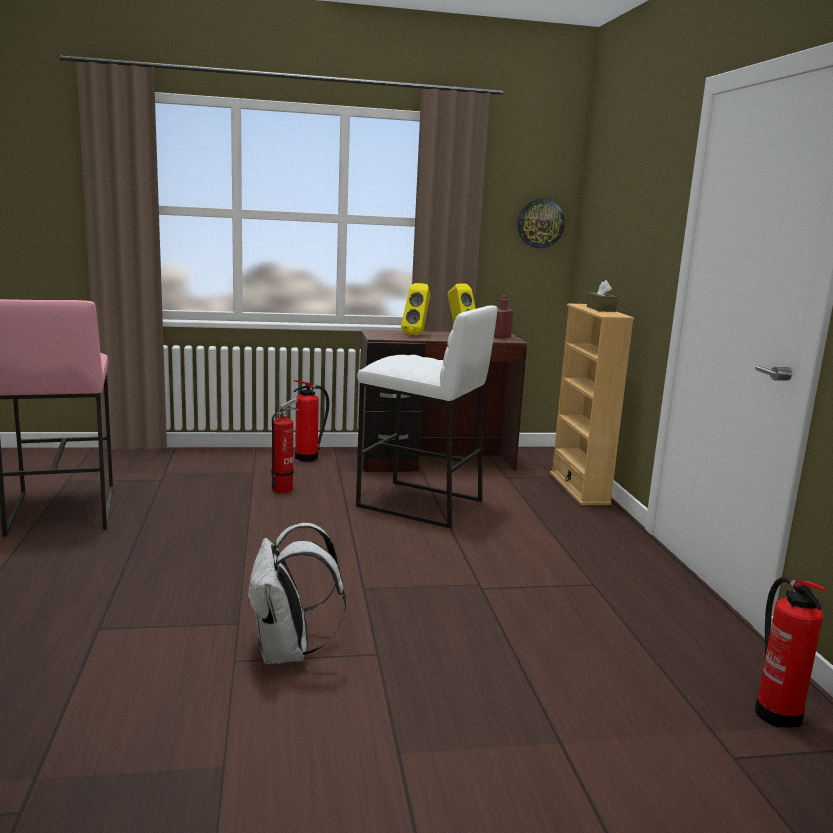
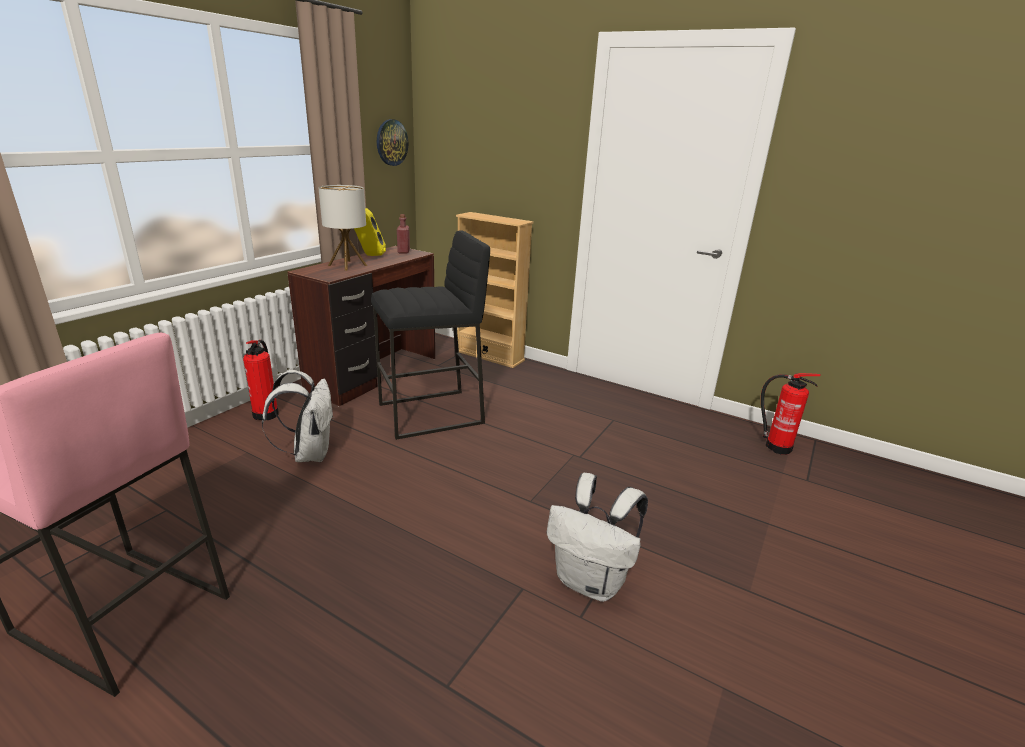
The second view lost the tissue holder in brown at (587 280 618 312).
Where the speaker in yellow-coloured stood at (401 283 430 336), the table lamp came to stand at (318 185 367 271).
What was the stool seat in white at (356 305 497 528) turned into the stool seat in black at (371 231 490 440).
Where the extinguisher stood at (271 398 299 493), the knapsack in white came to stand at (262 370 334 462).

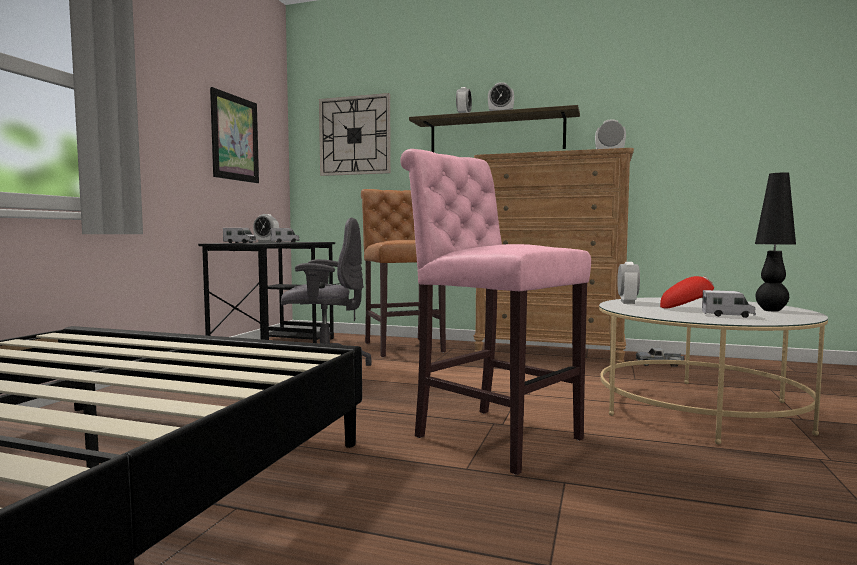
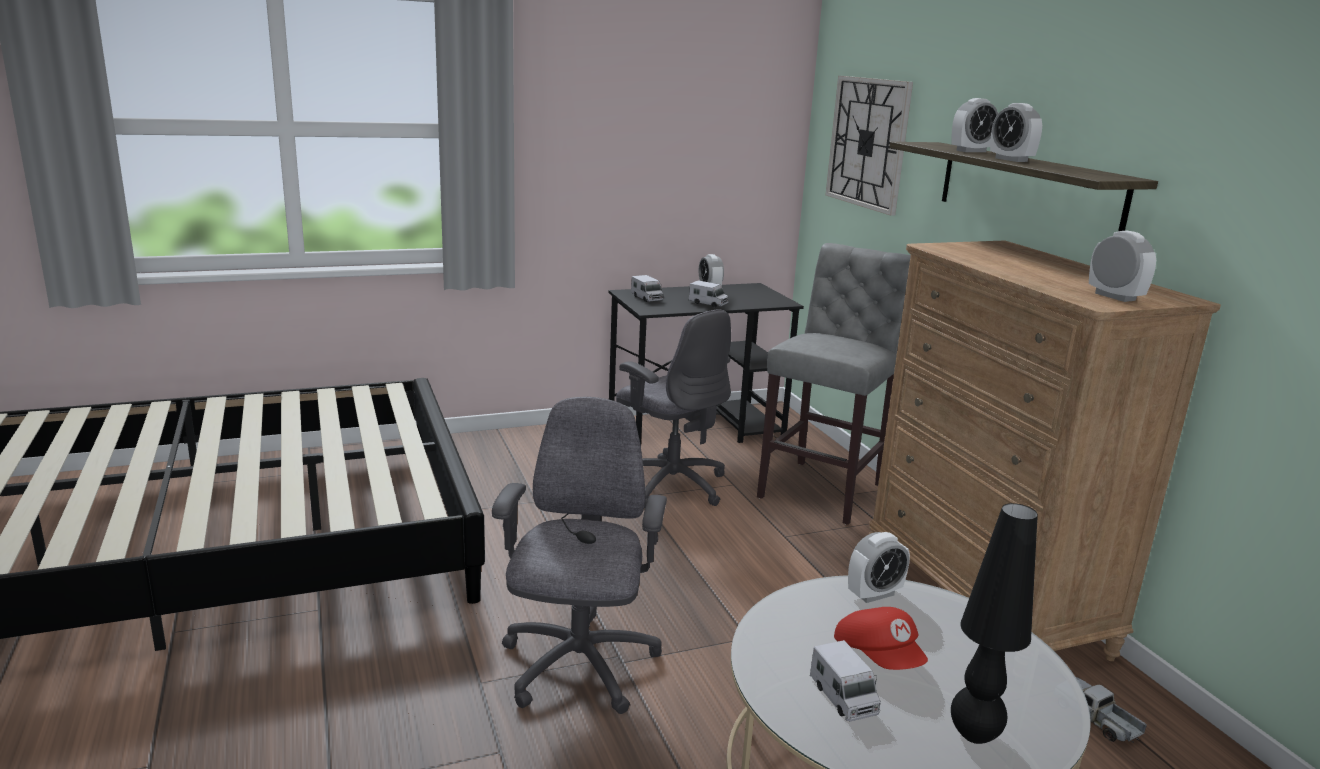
The second view lost the picture at (210 87 259 183).
Where the stool seat in pink-coloured stood at (400 149 591 475), the desk chair in greyish came to stand at (492 397 667 714).
What was the stool seat in brown at (361 189 446 357) turned into the stool seat in greyish at (757 243 911 525).

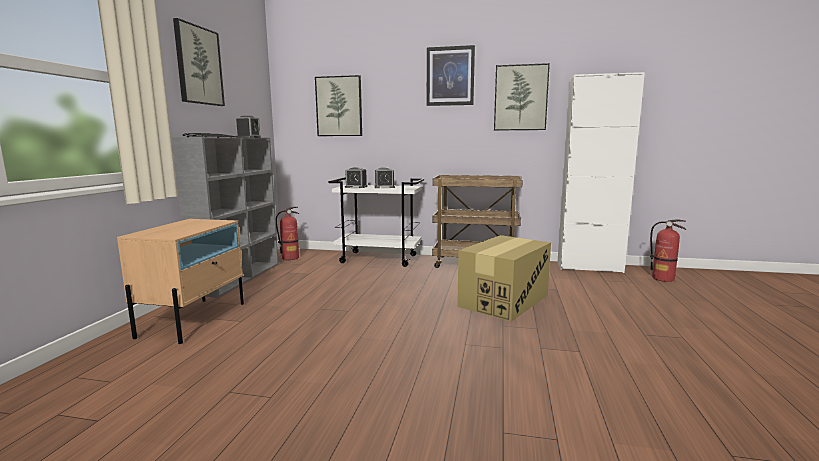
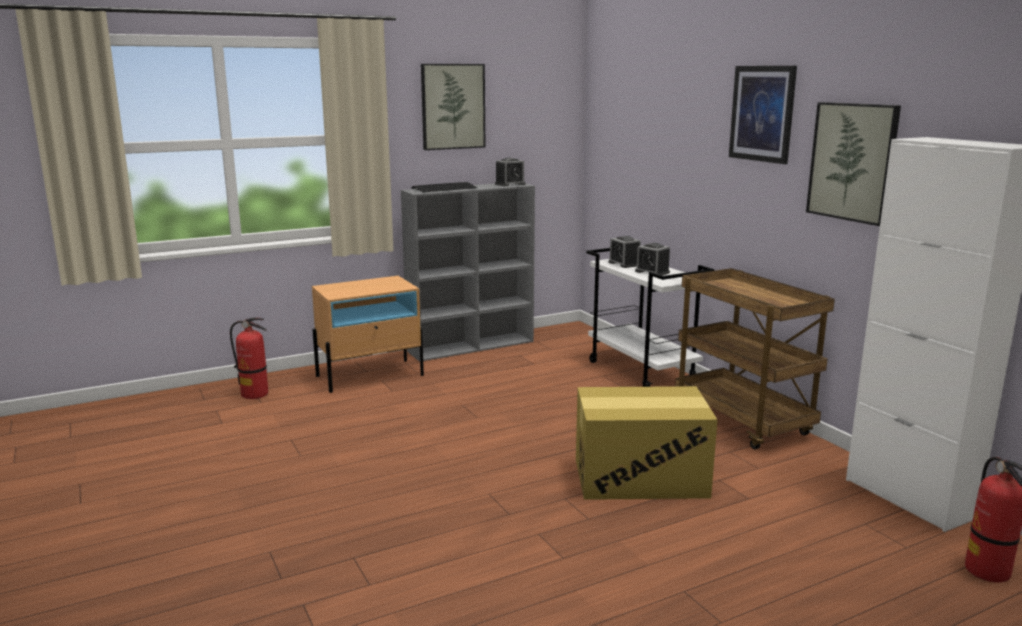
The second view lost the picture at (315 75 362 136).
The extinguisher ended up elsewhere, having gone from (276 207 299 260) to (230 317 268 399).

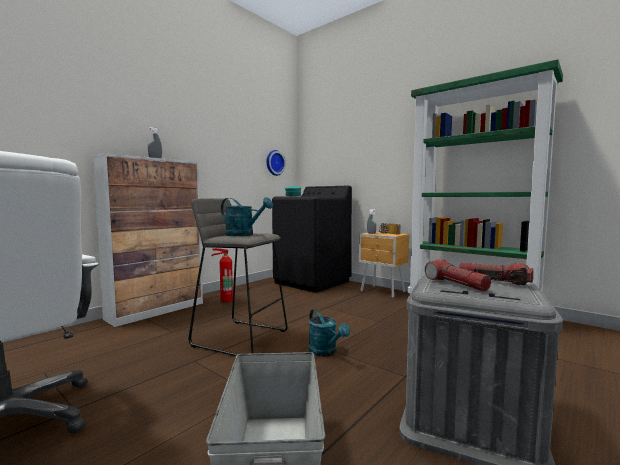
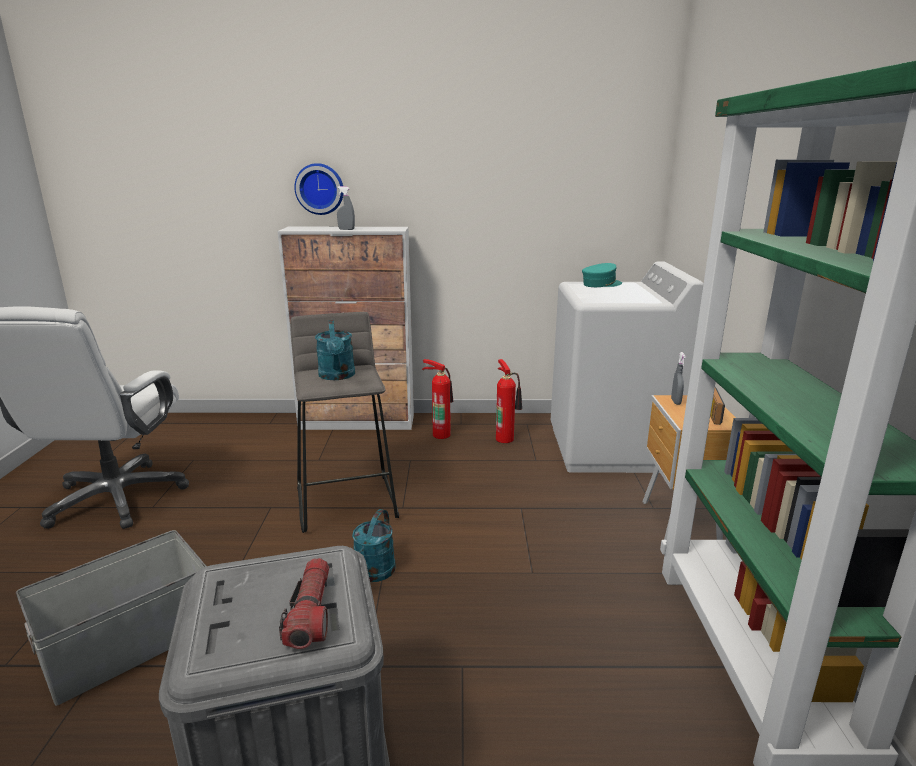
The wall clock ended up elsewhere, having gone from (267 150 286 176) to (294 163 344 215).
What was the washing machine in black at (272 186 352 293) turned into the washing machine in white at (551 261 704 473).
The second view lost the hand torch at (425 260 491 291).
The second view gained the extinguisher at (496 359 522 443).

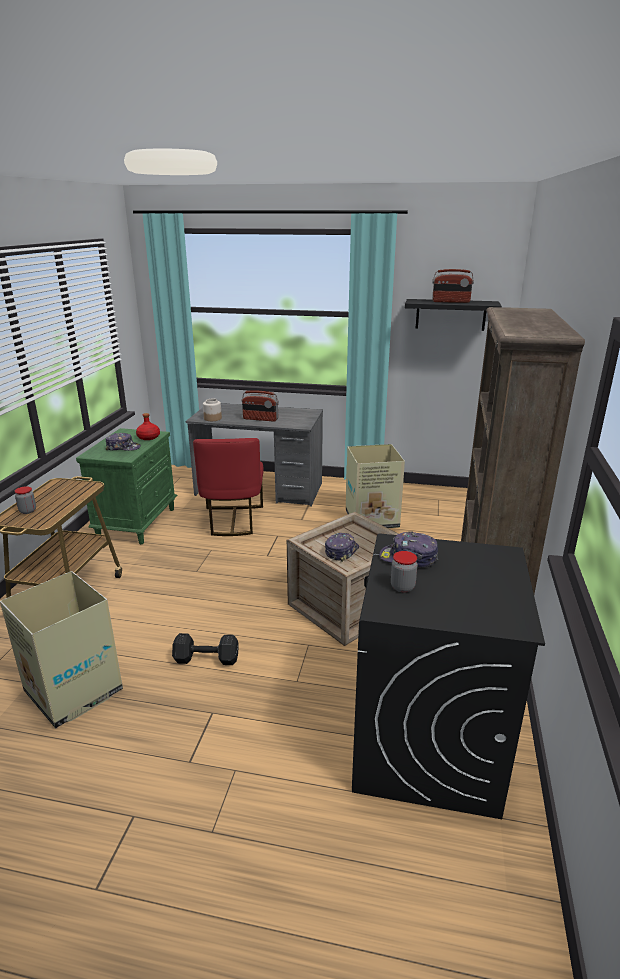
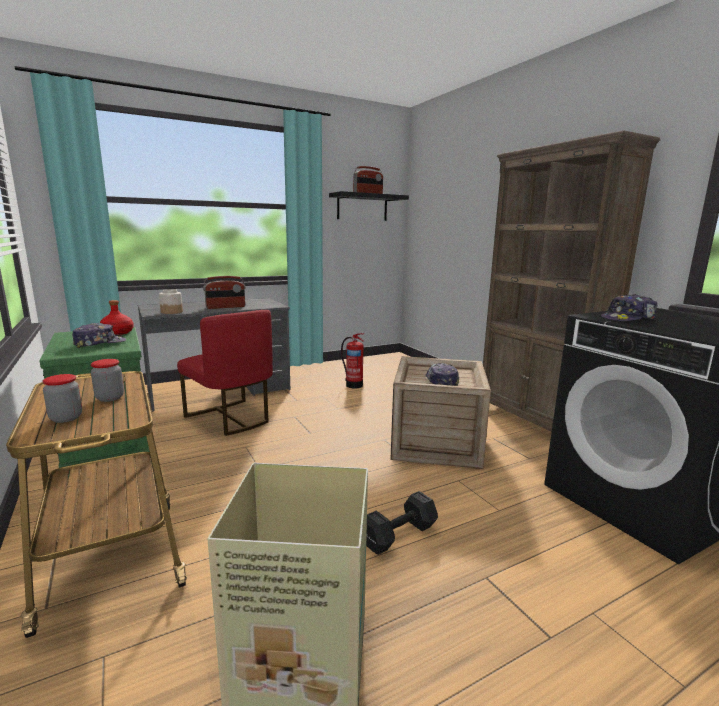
Where the cardboard box stood at (346 444 405 528), the extinguisher came to stand at (341 333 364 389).
The preserve jar ended up elsewhere, having gone from (391 551 417 592) to (91 359 124 402).

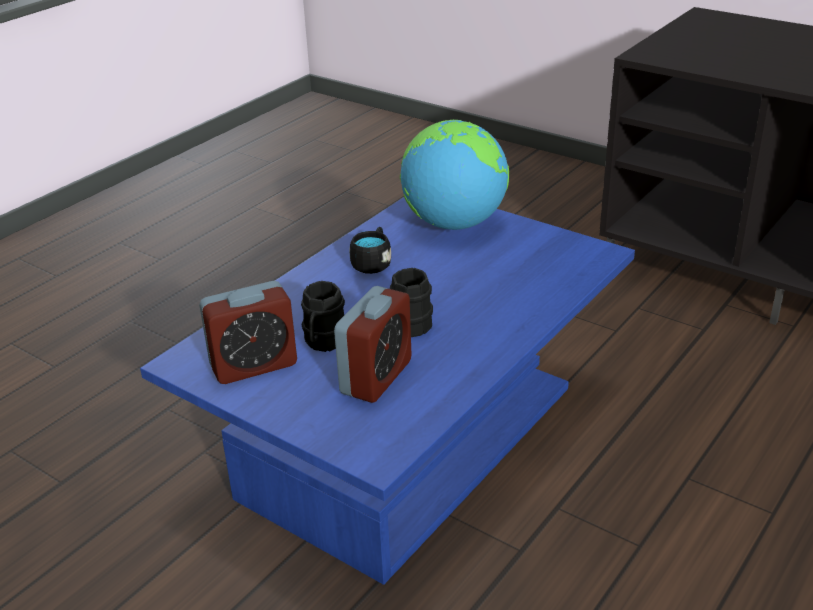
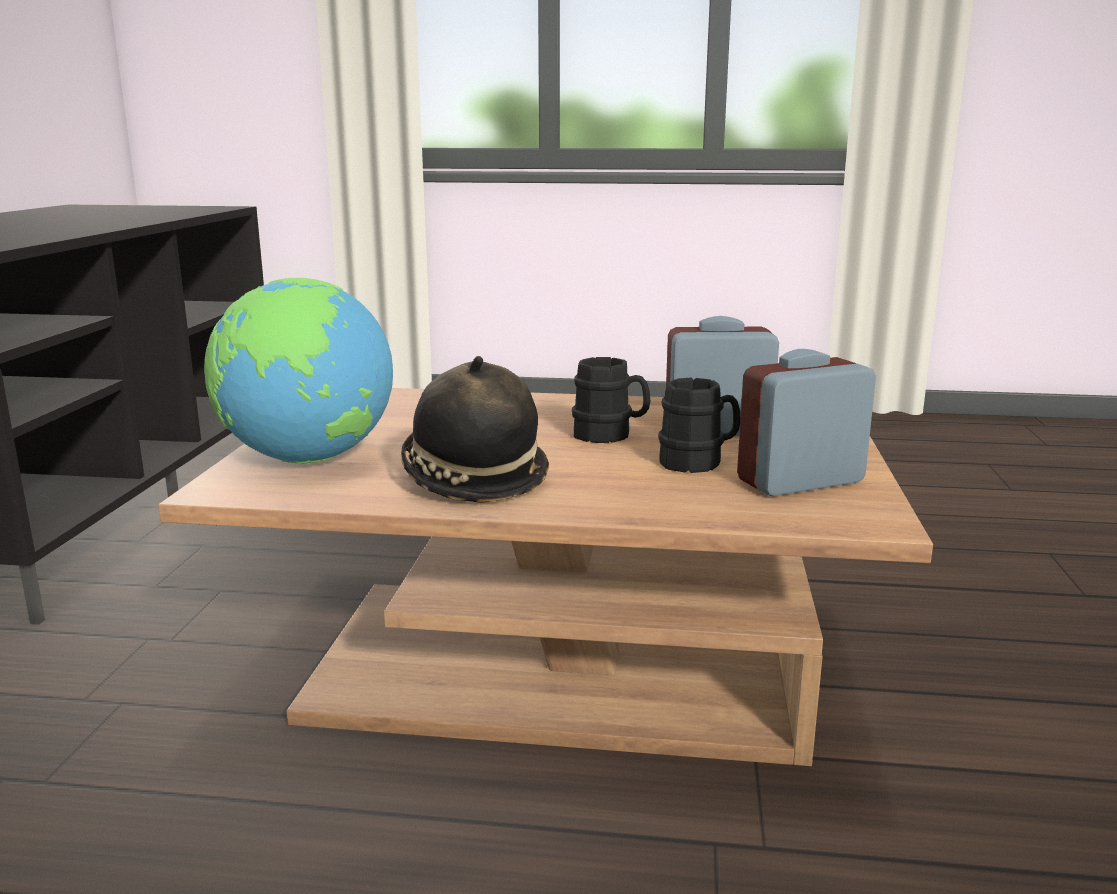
What was the lounge table in blue-coloured at (140 197 635 585) turned into the lounge table in brown at (158 388 933 766).
Where the mug in black stood at (350 227 391 274), the clothing hat came to stand at (401 356 549 503).
The alarm clock at (199 281 297 384) ended up facing another way, 60 degrees counterclockwise from before.

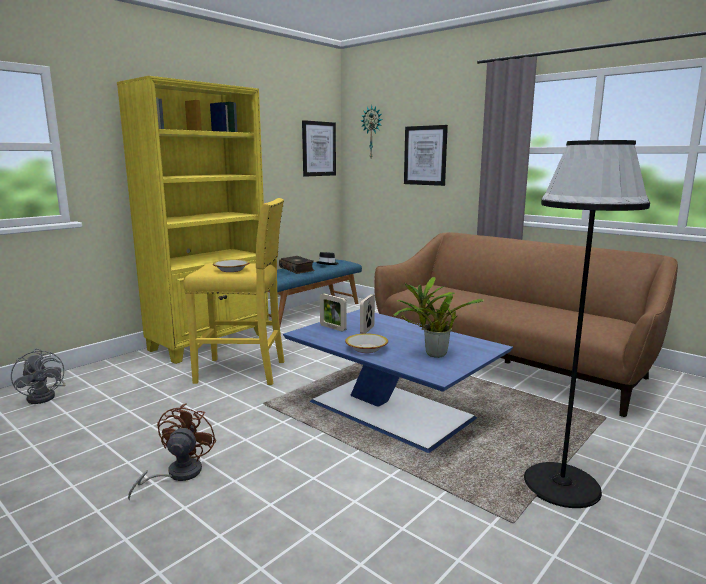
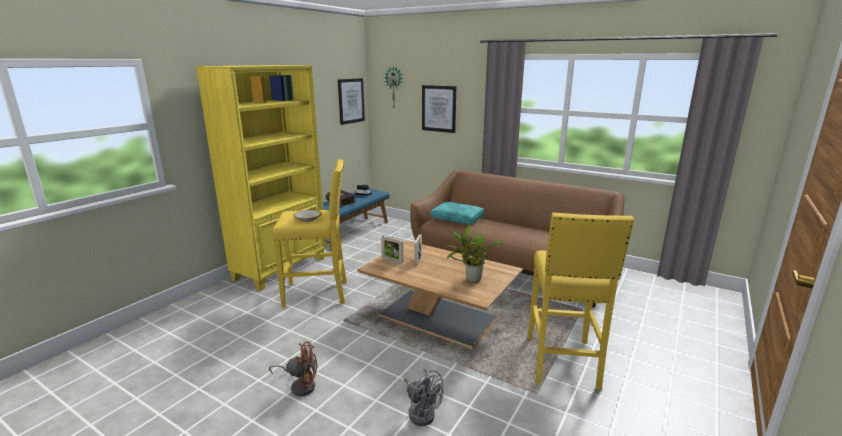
Where the standing lamp in black stood at (524 140 650 508), the stool seat in yellow-coloured came to stand at (528 213 634 390).
What was the lounge table in blue-coloured at (283 309 513 453) turned into the lounge table in brown at (357 241 523 349).
The second view lost the bowl at (345 333 388 353).
The electric fan in greyish ended up elsewhere, having gone from (11 349 65 404) to (404 369 443 426).
The electric fan in brown at (128 403 216 501) ended up facing another way, 90 degrees clockwise from before.
The second view gained the pillow in blue-green at (431 202 485 224).

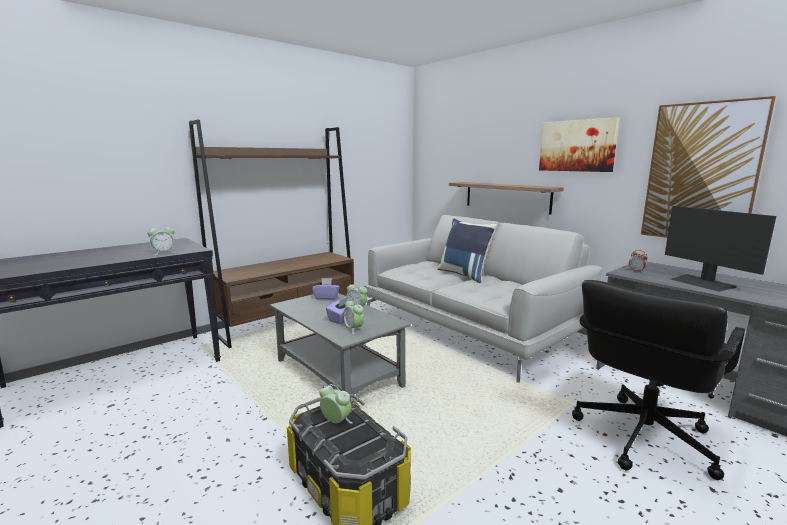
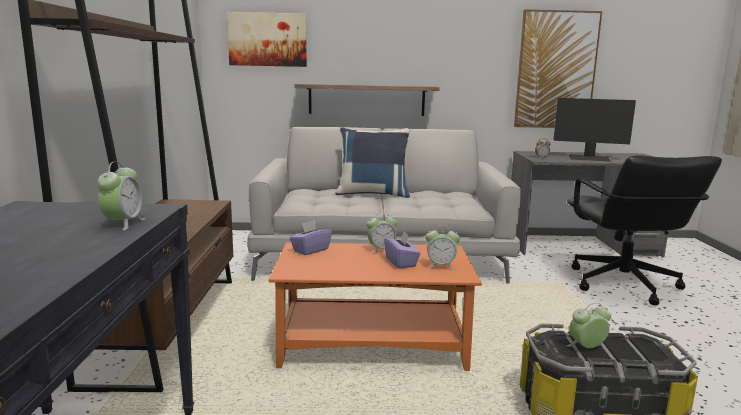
The picture ended up elsewhere, having gone from (539 117 619 172) to (227 12 307 67).
What was the lounge table in greyish at (270 293 411 402) turned into the lounge table in orange-coloured at (269 243 482 371).

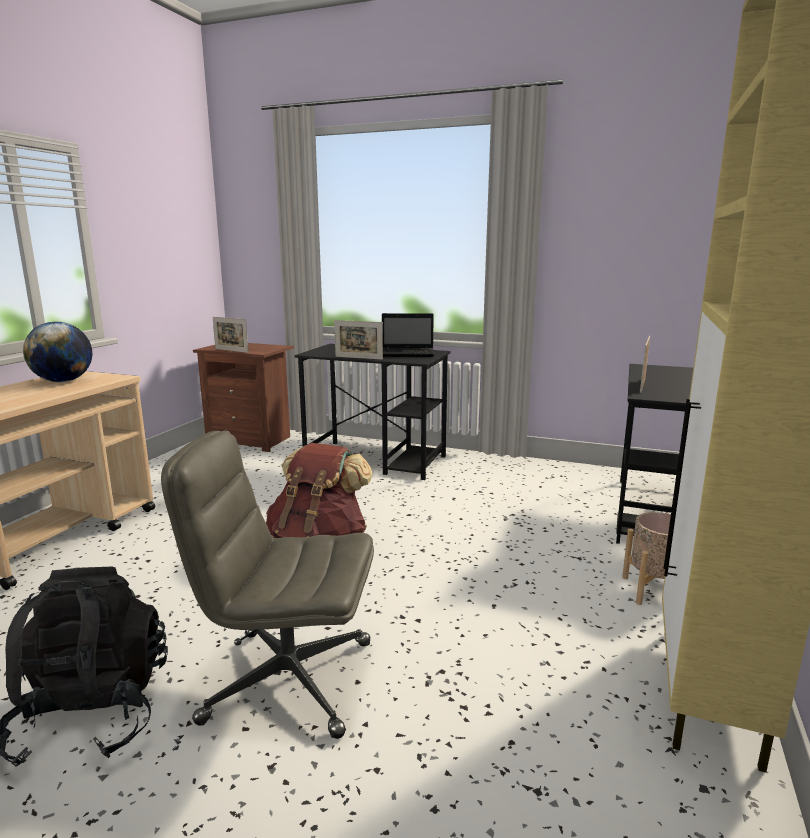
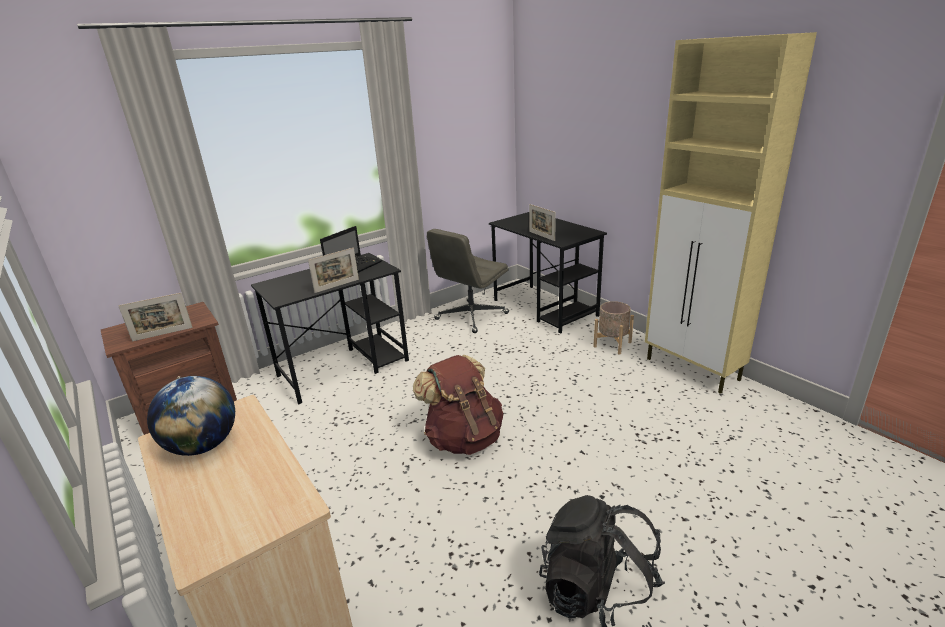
The desk chair in greyish ended up elsewhere, having gone from (161 431 374 739) to (427 229 509 333).

